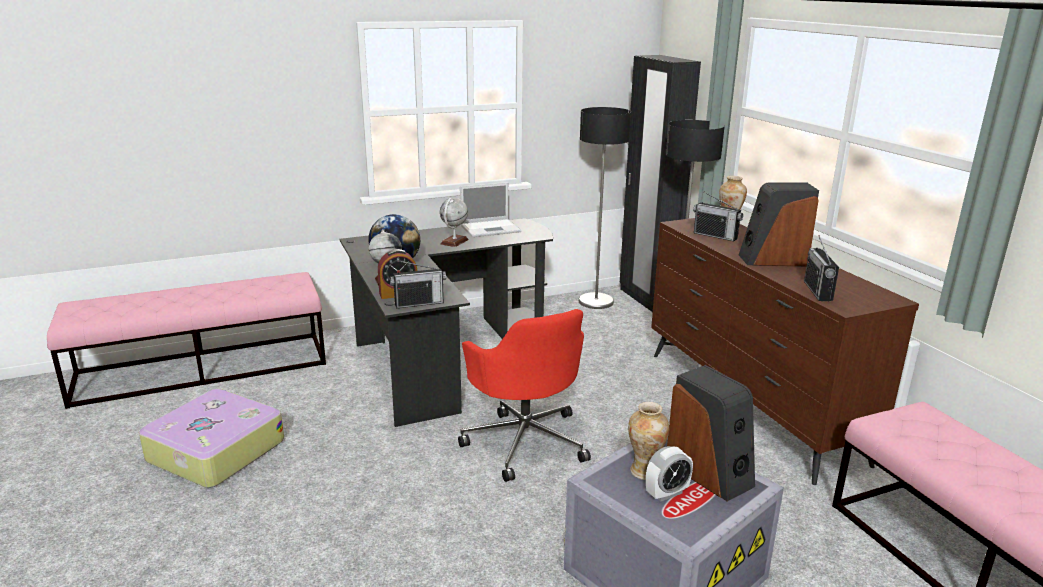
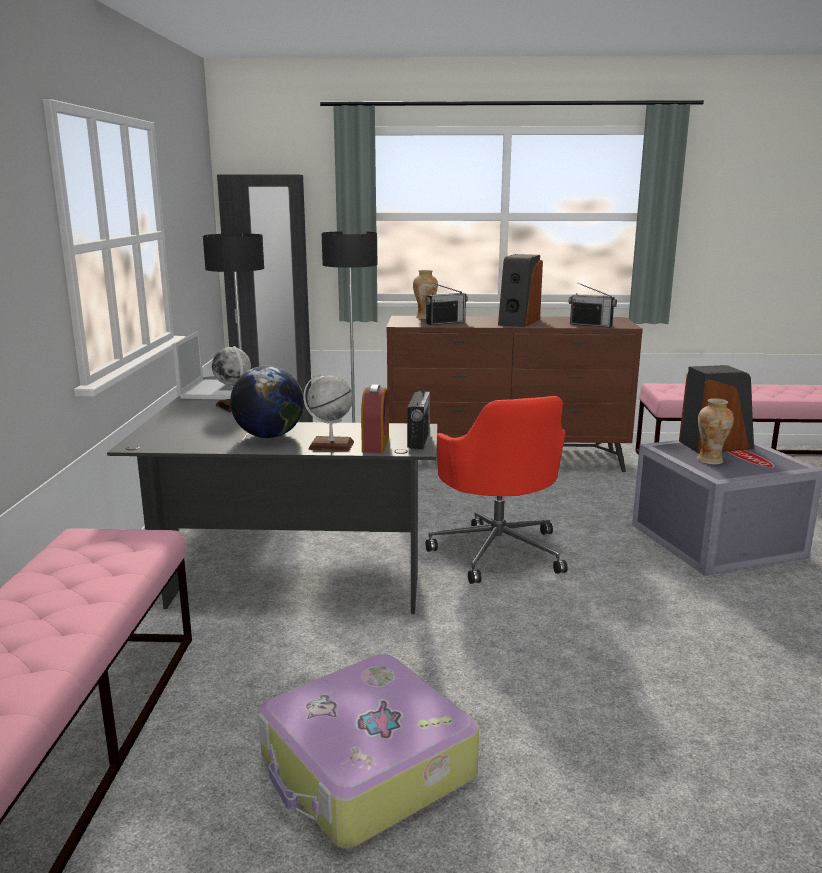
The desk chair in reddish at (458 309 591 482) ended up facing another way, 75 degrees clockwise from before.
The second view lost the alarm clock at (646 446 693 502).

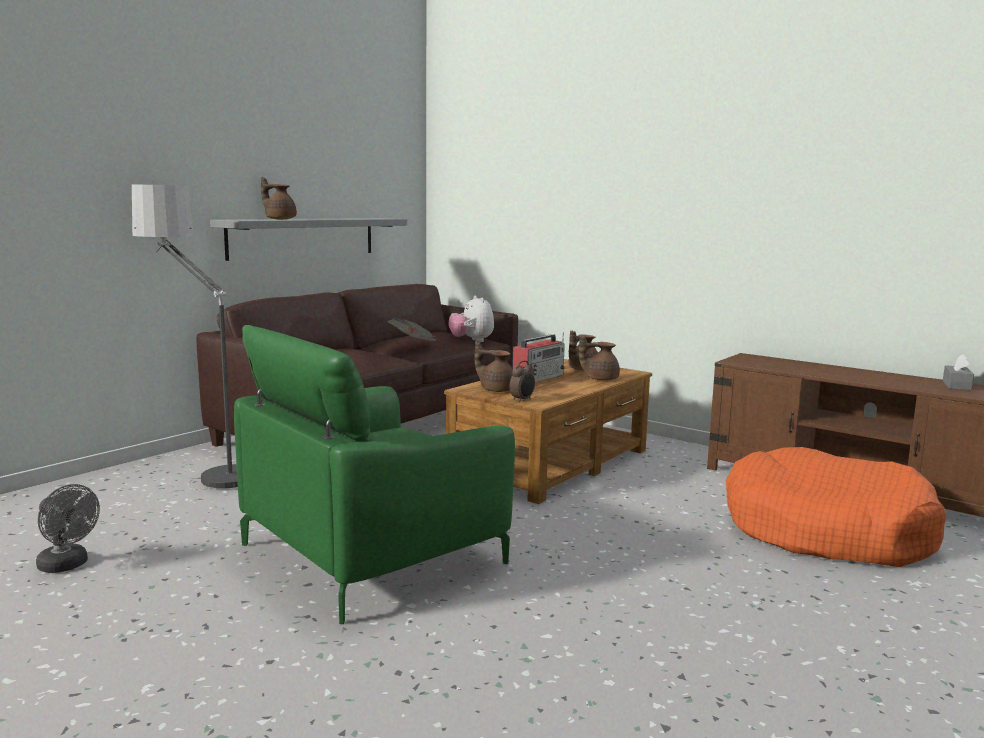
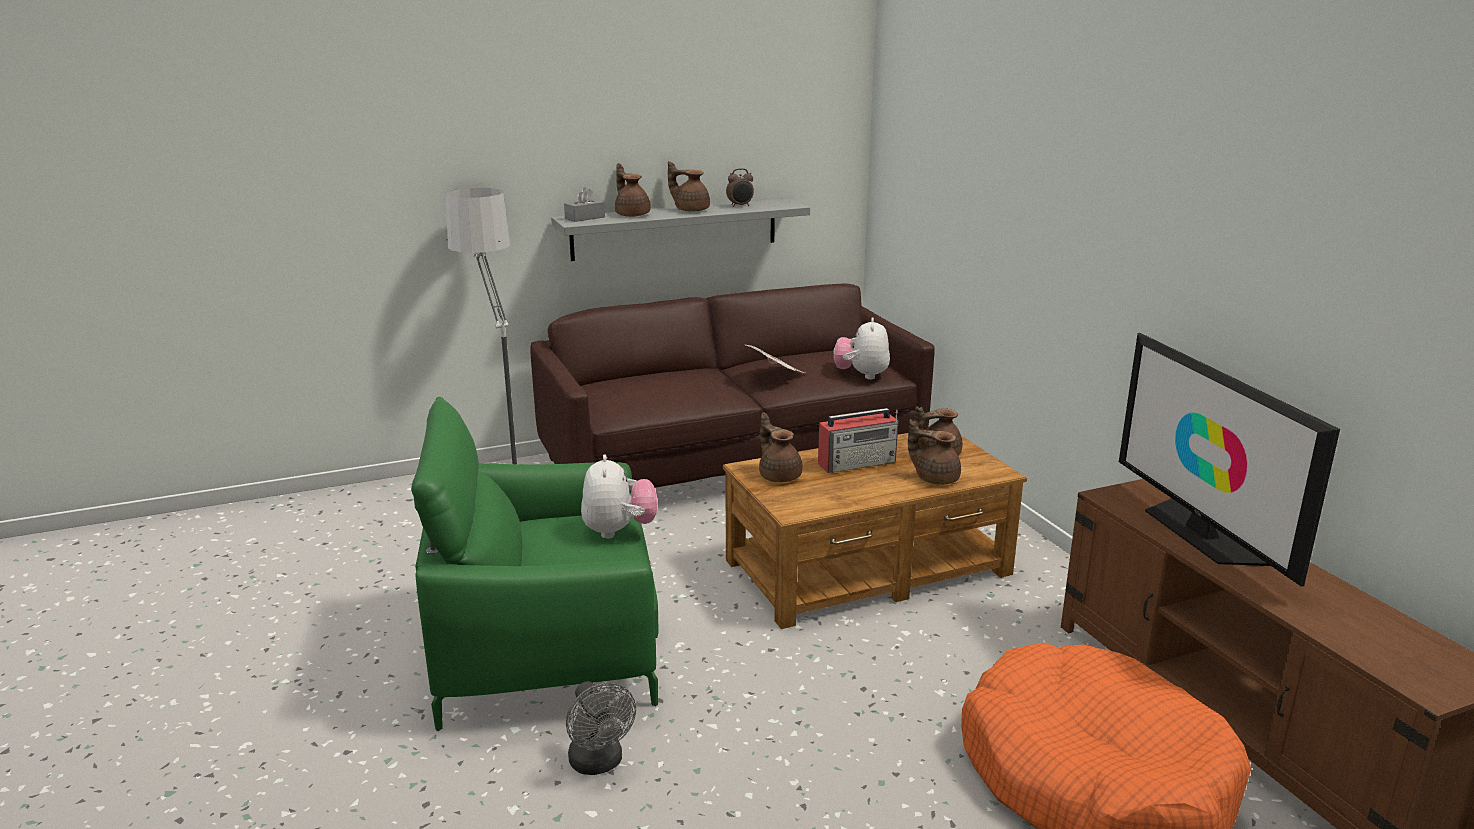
The tissue holder in greyish ended up elsewhere, having gone from (943 354 974 391) to (564 187 605 222).
The alarm clock ended up elsewhere, having gone from (510 360 535 402) to (726 168 754 207).
The electric fan in greyish ended up elsewhere, having gone from (36 484 100 573) to (566 681 636 775).
The second view gained the pot for tea in brown at (668 161 710 212).
The second view gained the TV at (1119 333 1340 587).
The second view gained the soft toy at (581 455 657 539).

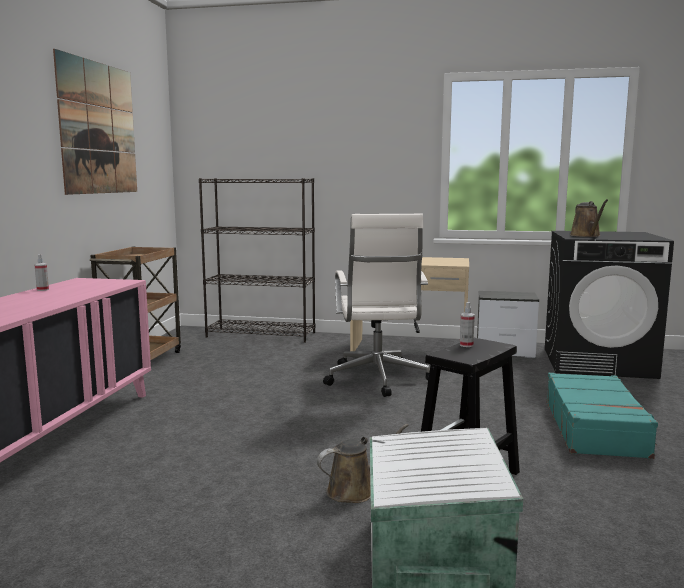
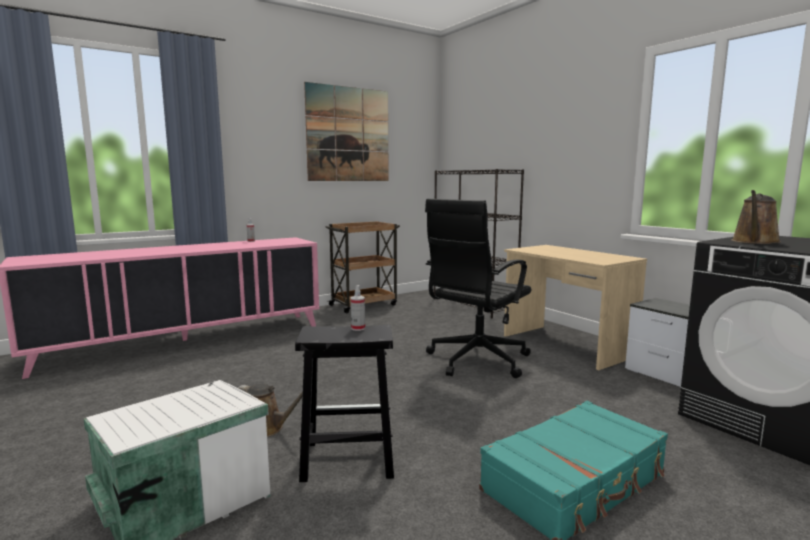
What was the desk chair in white at (323 214 430 397) turned into the desk chair in black at (425 199 531 378).

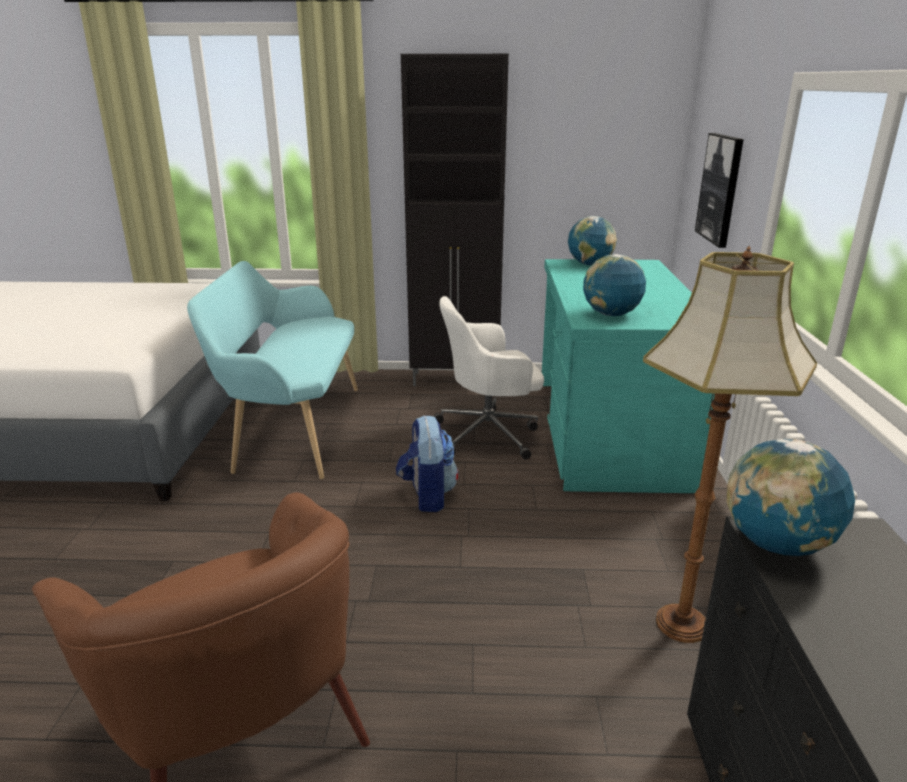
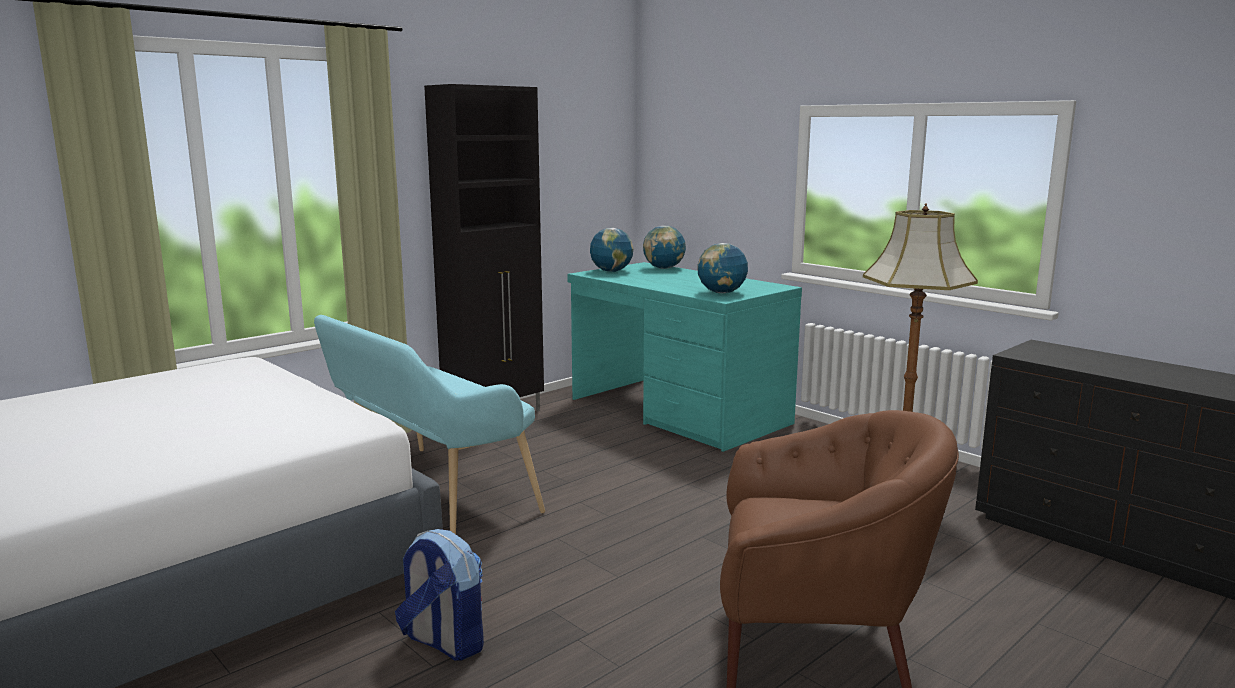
The second view lost the picture at (695 133 744 248).
The second view lost the desk chair in white at (434 296 544 460).
The knapsack ended up elsewhere, having gone from (396 415 458 512) to (395 529 484 661).
The globe ended up elsewhere, having gone from (726 439 855 556) to (643 226 686 269).

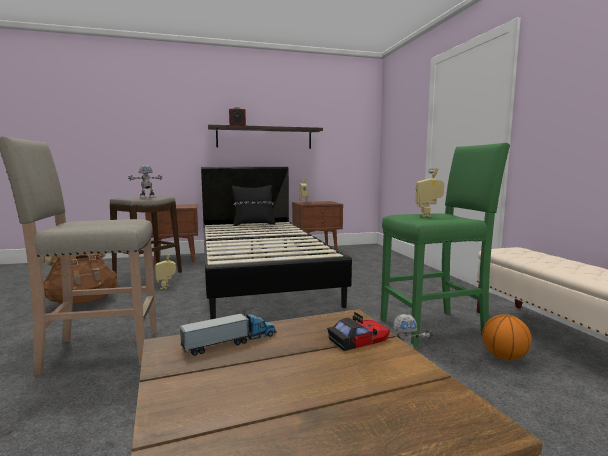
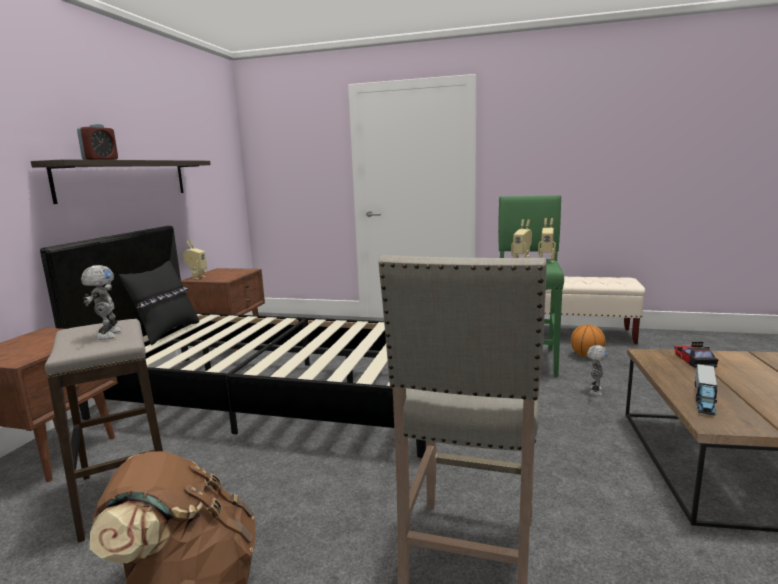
The toy robot ended up elsewhere, having gone from (155 253 176 289) to (538 218 556 263).
The model truck at (180 311 277 356) ended up facing another way, 150 degrees counterclockwise from before.

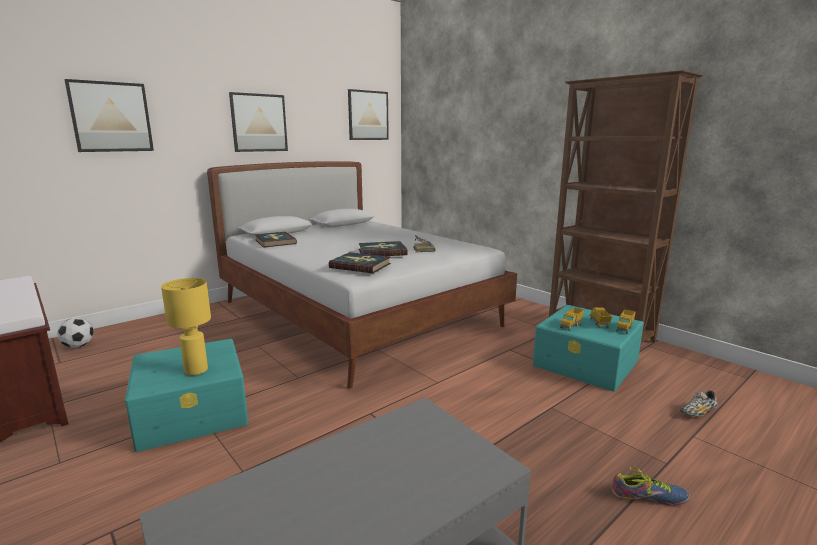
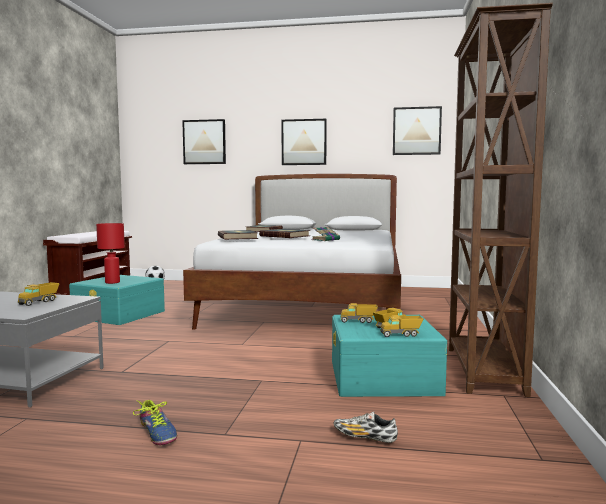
What was the table lamp in yellow-coloured at (161 278 211 375) turned into the table lamp in reddish at (96 223 125 284).
The second view gained the model truck at (18 282 60 306).

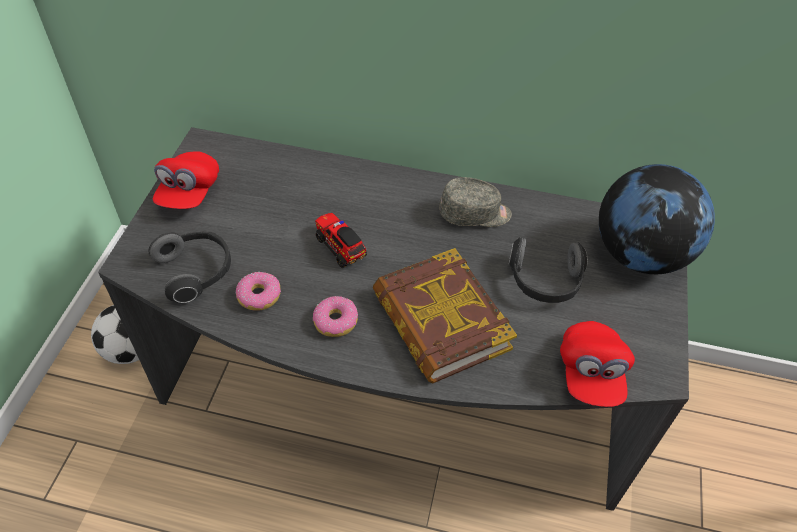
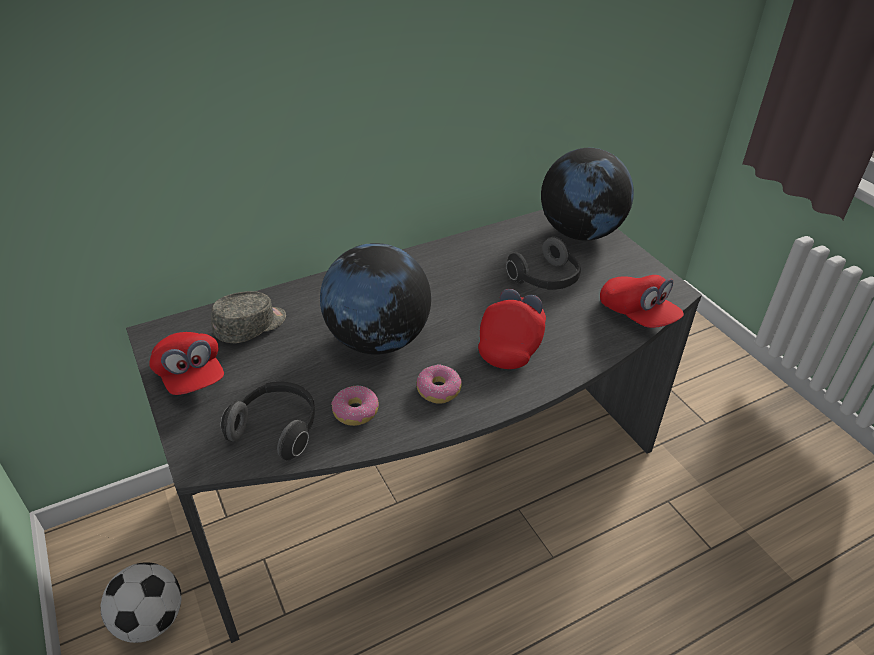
The cap in greyish ended up elsewhere, having gone from (439 177 512 227) to (211 291 286 343).
Where the model truck stood at (315 213 367 268), the globe came to stand at (320 243 431 355).
Where the bound book stood at (373 248 517 384), the cap in reddish came to stand at (478 289 546 369).

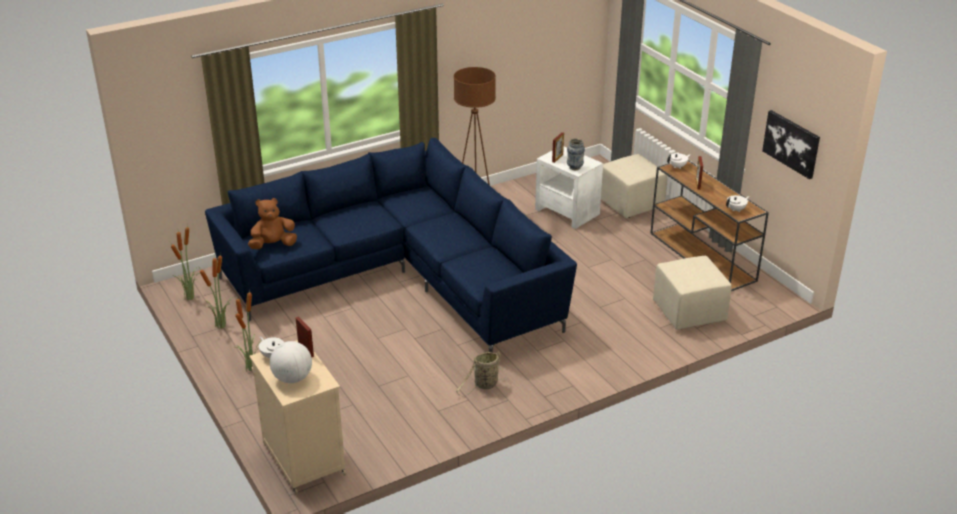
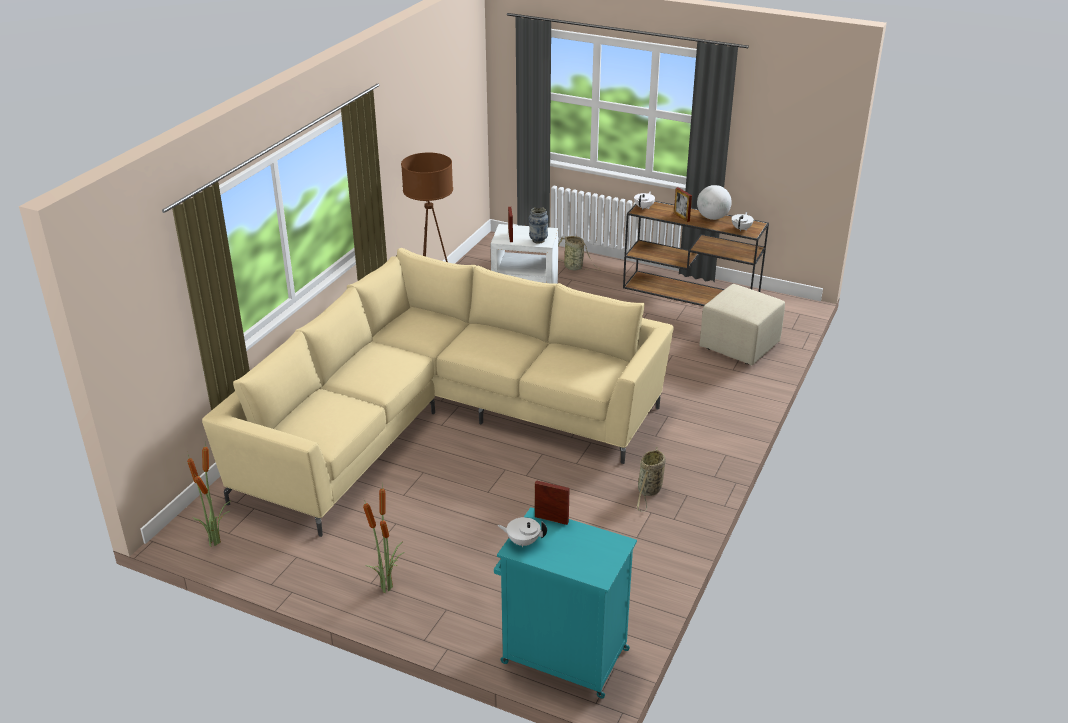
The second view lost the picture at (762 110 820 179).
What was the sofa in blue-coloured at (205 138 577 353) turned into the sofa in sand-coloured at (202 248 674 537).
Where the footrest in sand-coloured stood at (601 154 667 218), the household basket came to stand at (558 236 601 271).
The second view lost the soft toy in brown at (248 198 297 249).
The second view lost the houseplant at (199 253 233 328).
What was the cupboard in sand-coloured at (250 340 346 494) turned into the cupboard in blue-green at (494 507 637 698).
The globe ended up elsewhere, having gone from (270 341 312 383) to (697 185 732 220).

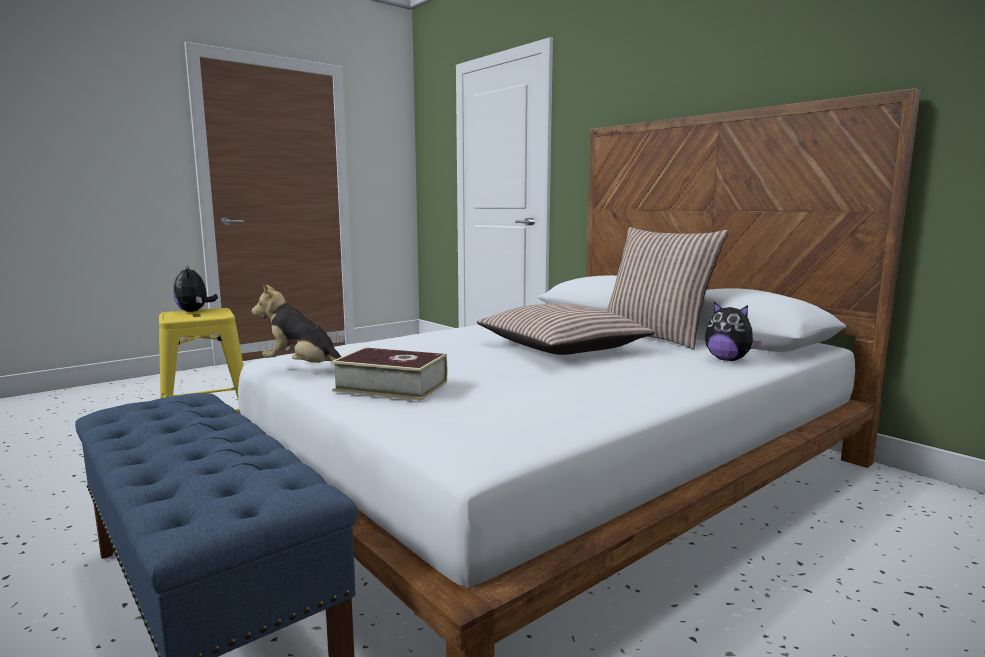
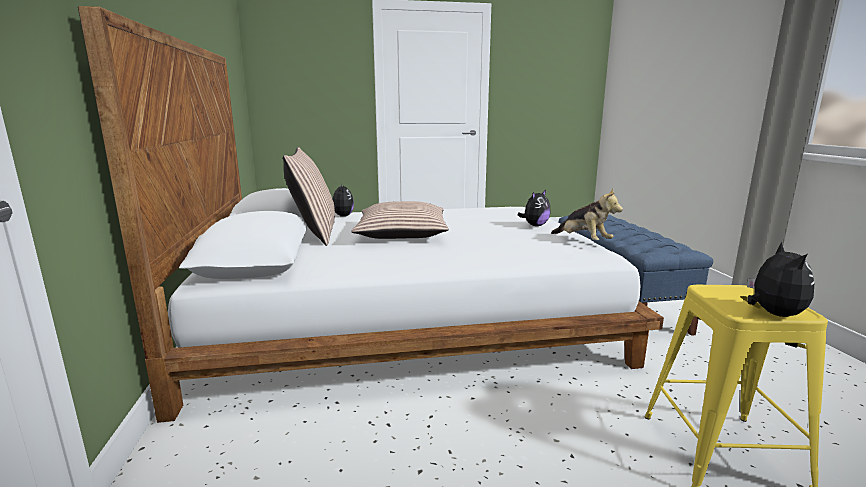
Where the bound book stood at (331 347 447 401), the soft toy came to stand at (518 190 551 226).

